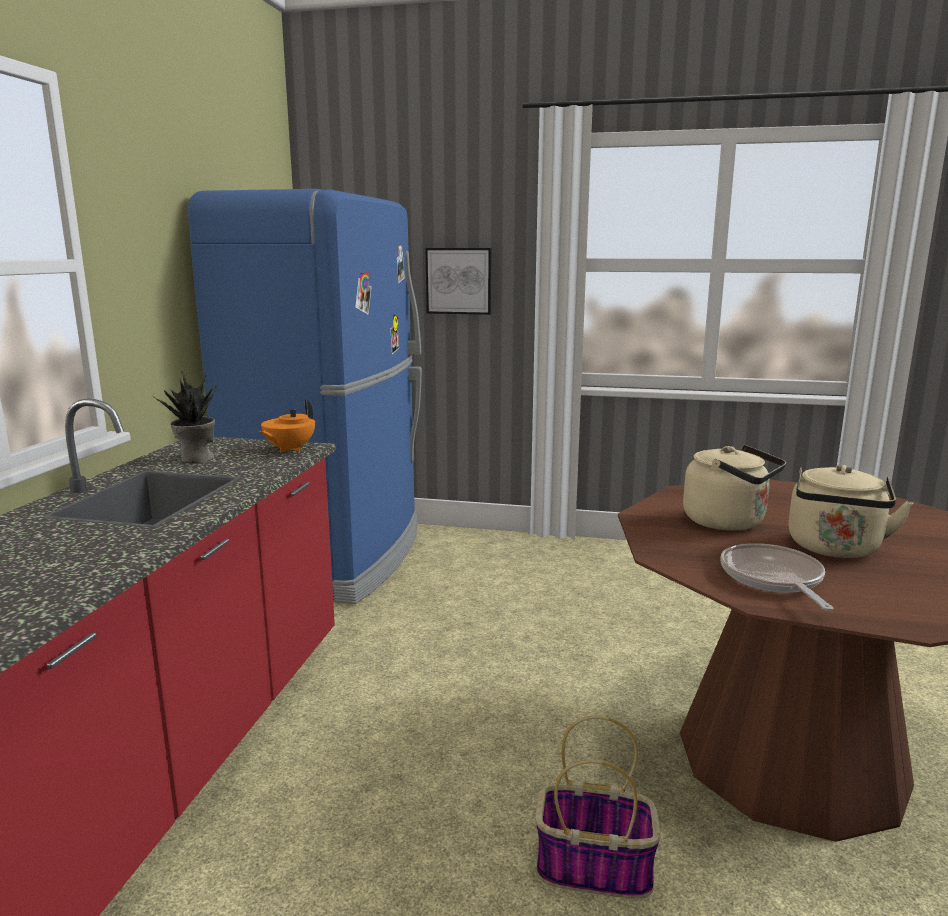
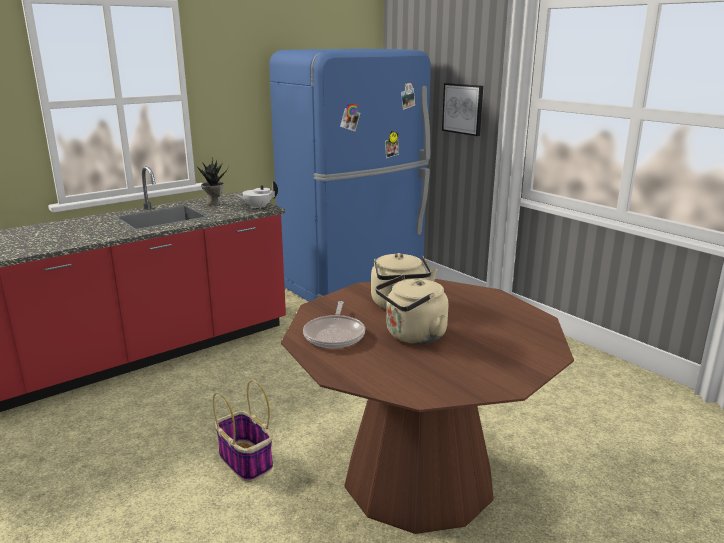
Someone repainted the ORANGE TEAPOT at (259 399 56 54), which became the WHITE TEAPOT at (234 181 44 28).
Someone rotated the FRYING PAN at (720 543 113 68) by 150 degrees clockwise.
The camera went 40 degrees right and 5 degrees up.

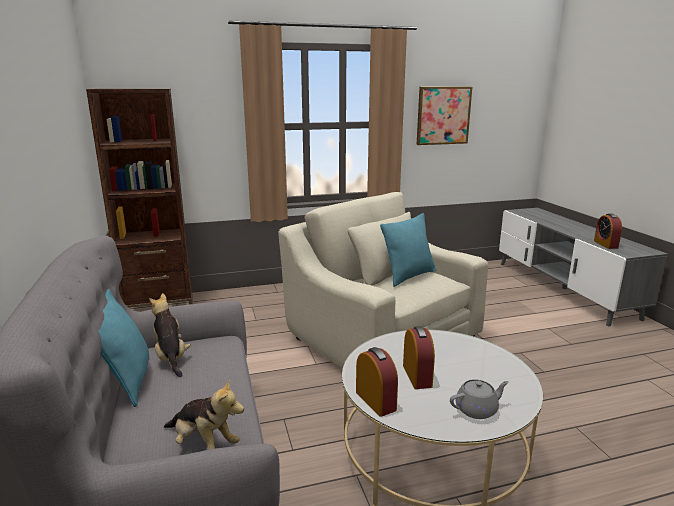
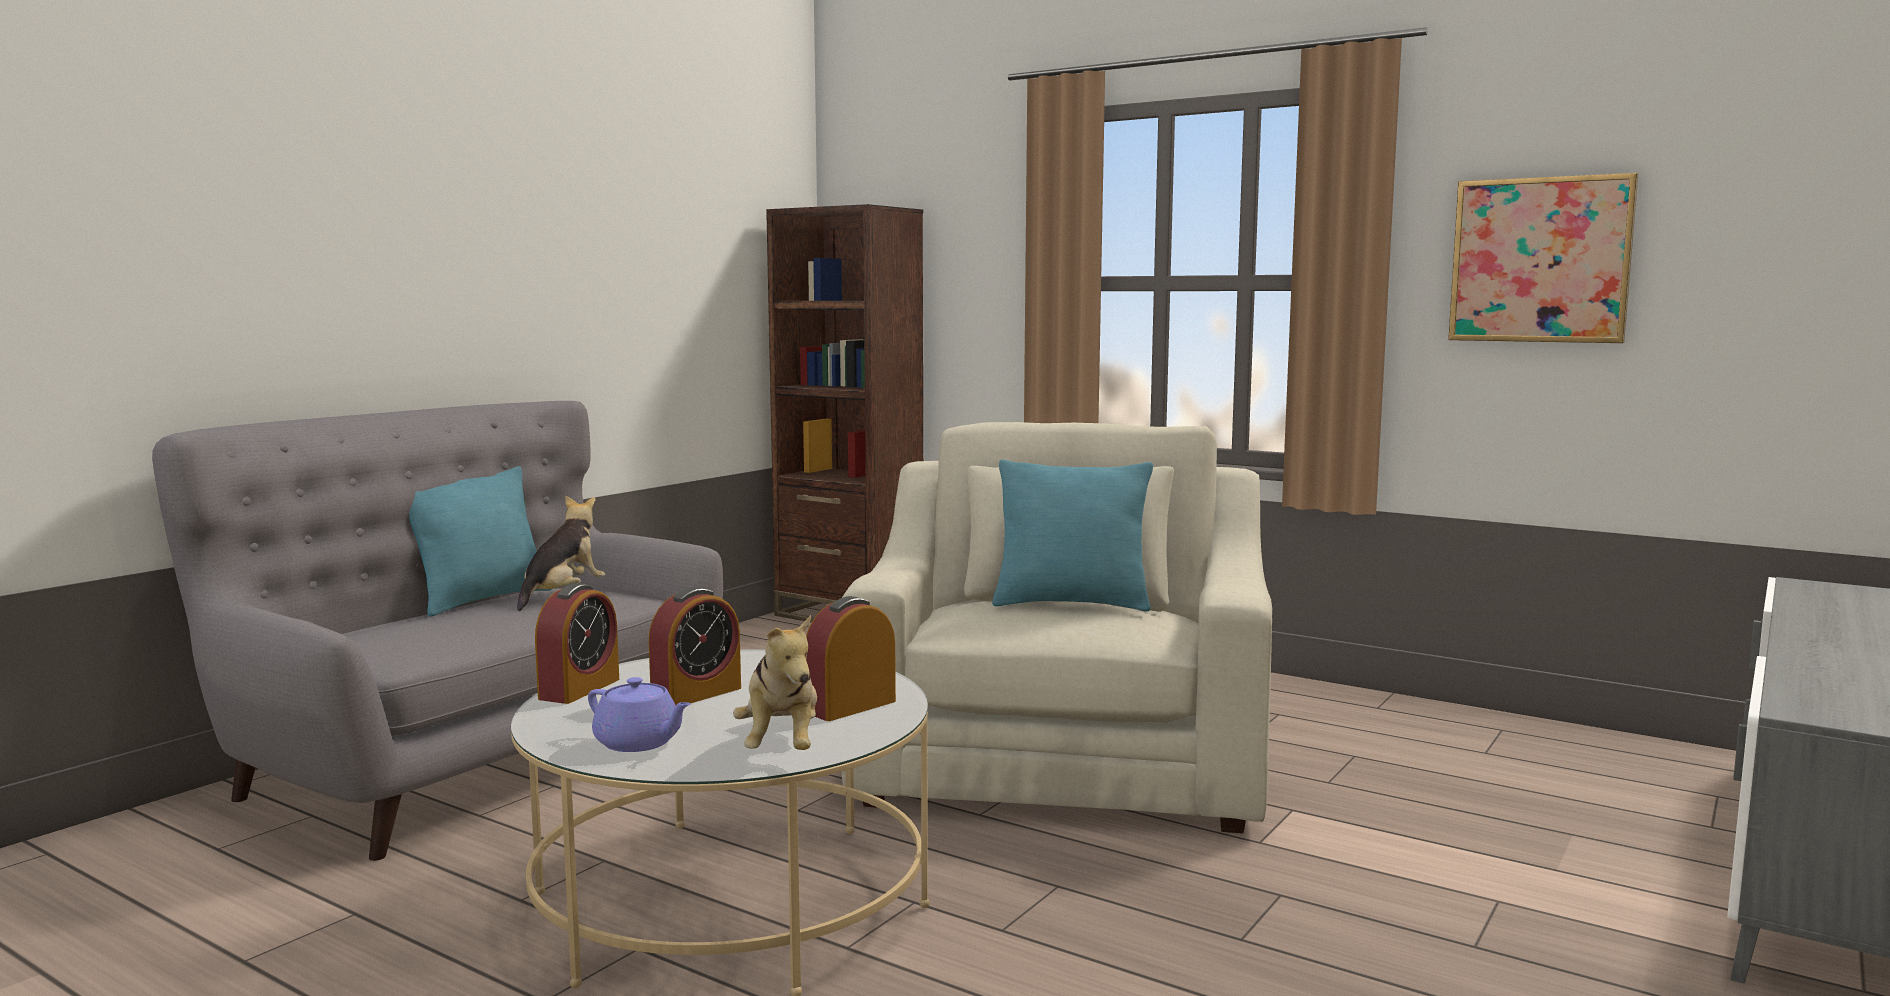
Someone carried the PLUSH TOY from (164 379 80 71) to (733 615 84 135).
Someone carried the ALARM CLOCK from (594 214 28 35) to (806 596 90 125).
Someone repainted the GREY TEAPOT at (450 379 59 40), which became the PURPLE TEAPOT at (588 677 103 75).
The camera went 50 degrees right and 10 degrees down.

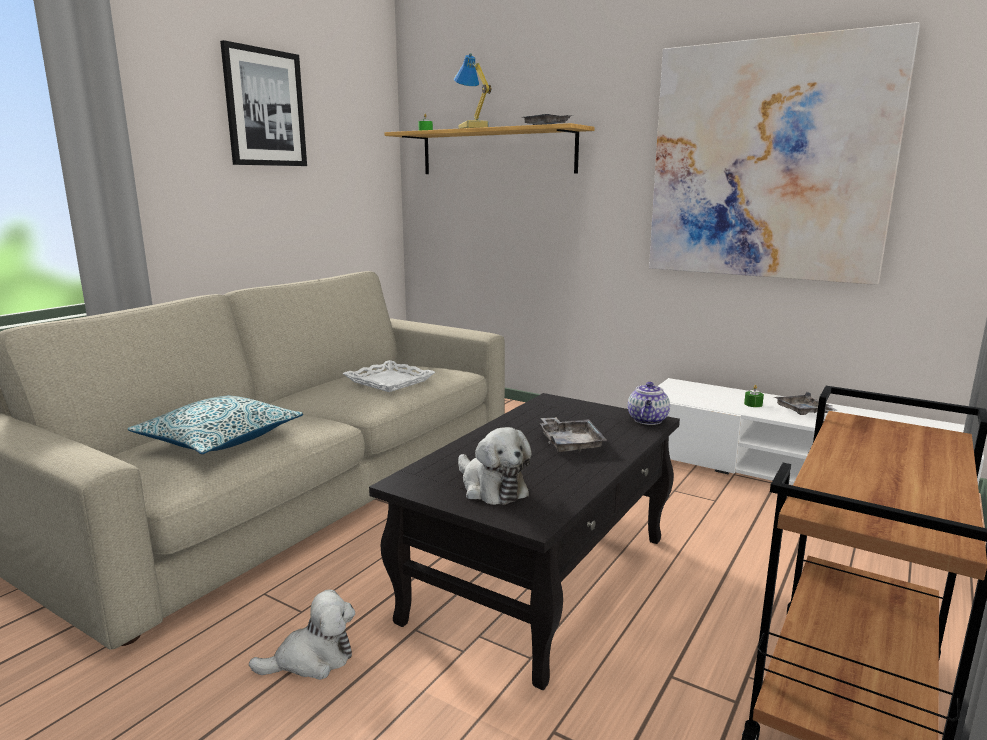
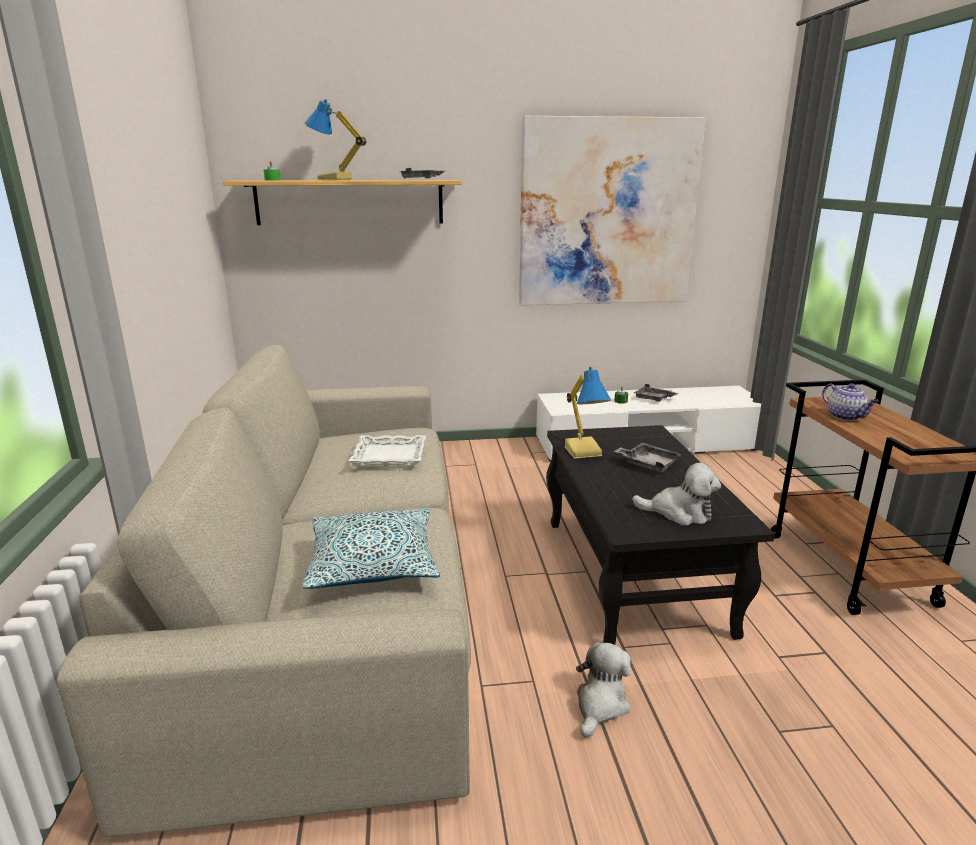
Someone took away the PICTURE at (220 40 87 126).
Someone put down the TABLE LAMP at (565 367 46 92).
Someone carried the TEAPOT from (628 382 42 43) to (822 383 56 38).
The camera went 40 degrees left and 5 degrees up.

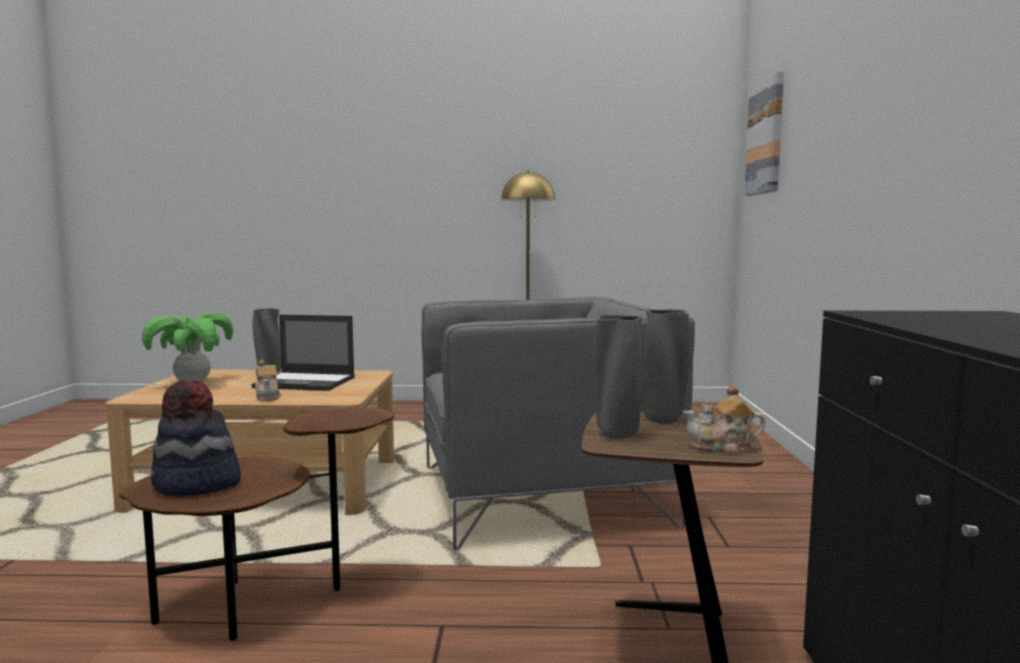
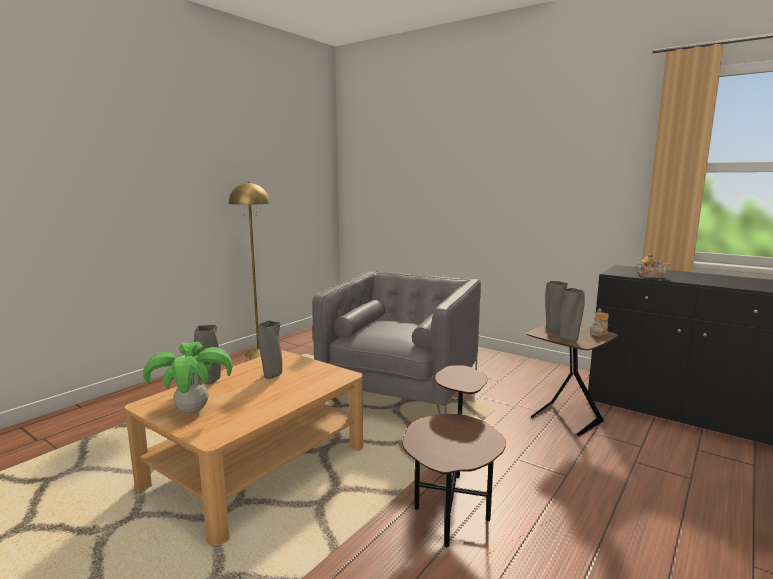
Someone took away the HAT at (151 380 90 116).
Someone took away the PICTURE at (744 71 40 125).
Someone carried the TEAPOT from (255 359 26 42) to (635 253 34 25).
Someone swapped the LAPTOP at (251 315 104 76) for the GREY VASE at (258 321 24 58).
The camera went 55 degrees left and 5 degrees up.

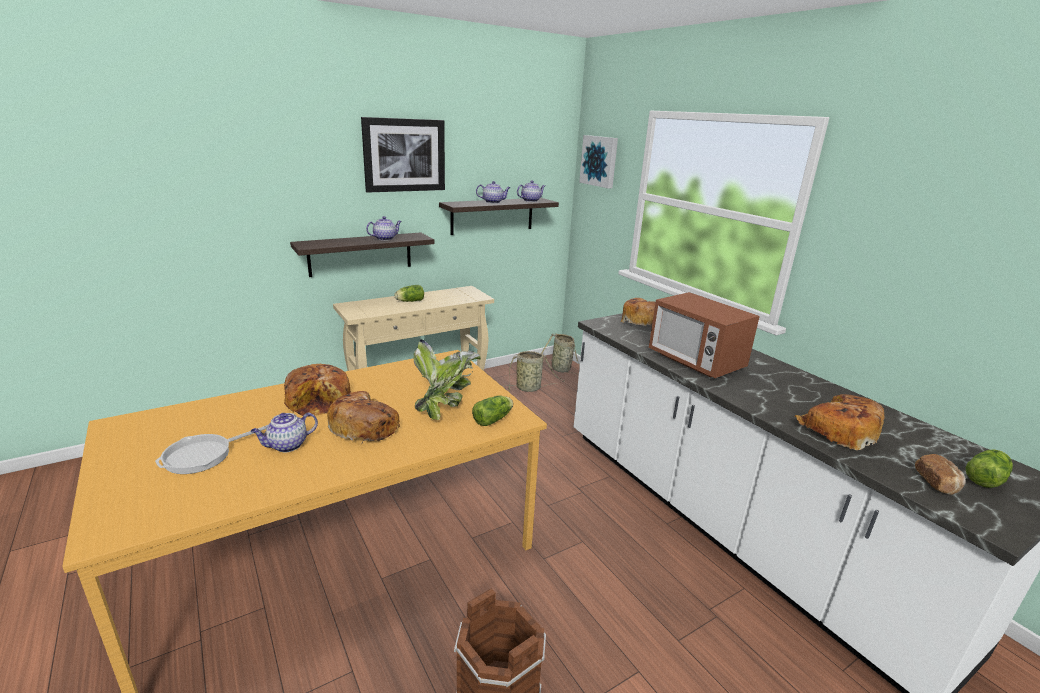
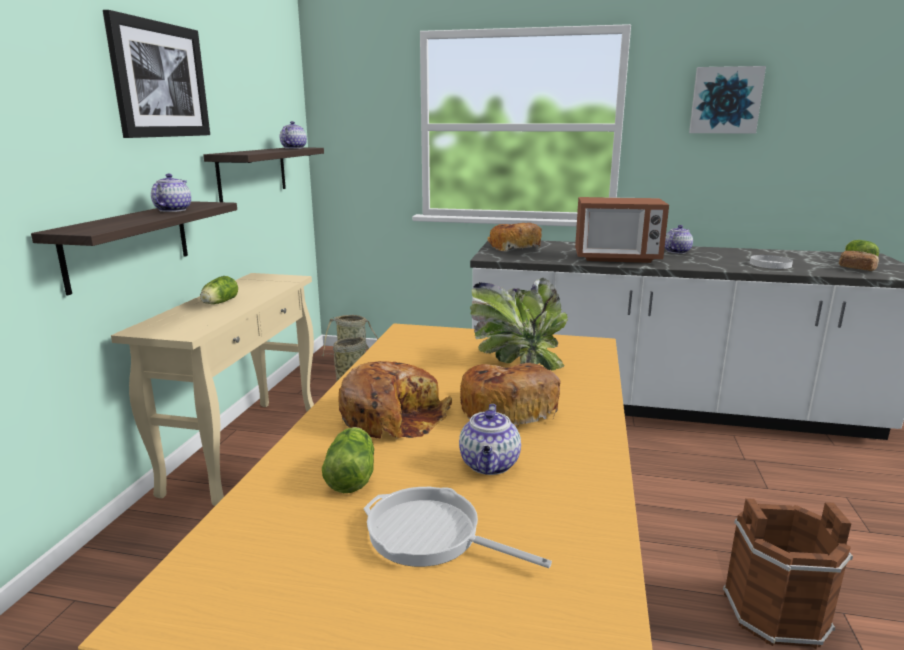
Someone carried the LETTUCE from (472 396 41 30) to (322 427 52 66).
Someone carried the TEAPOT from (476 181 35 22) to (665 225 28 29).
Someone carried the PICTURE from (579 135 39 53) to (689 66 77 67).
Someone swapped the BREAD at (795 394 90 56) for the WHITE PLATE at (750 255 43 14).
Someone rotated the FRYING PAN at (155 425 113 49) by 120 degrees clockwise.
The camera went 45 degrees left and 5 degrees down.

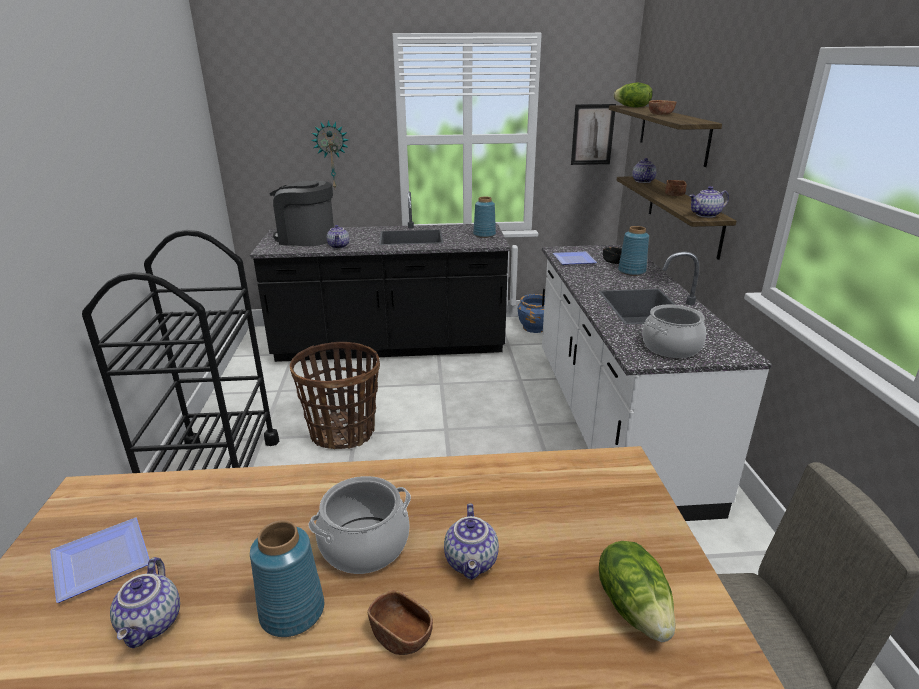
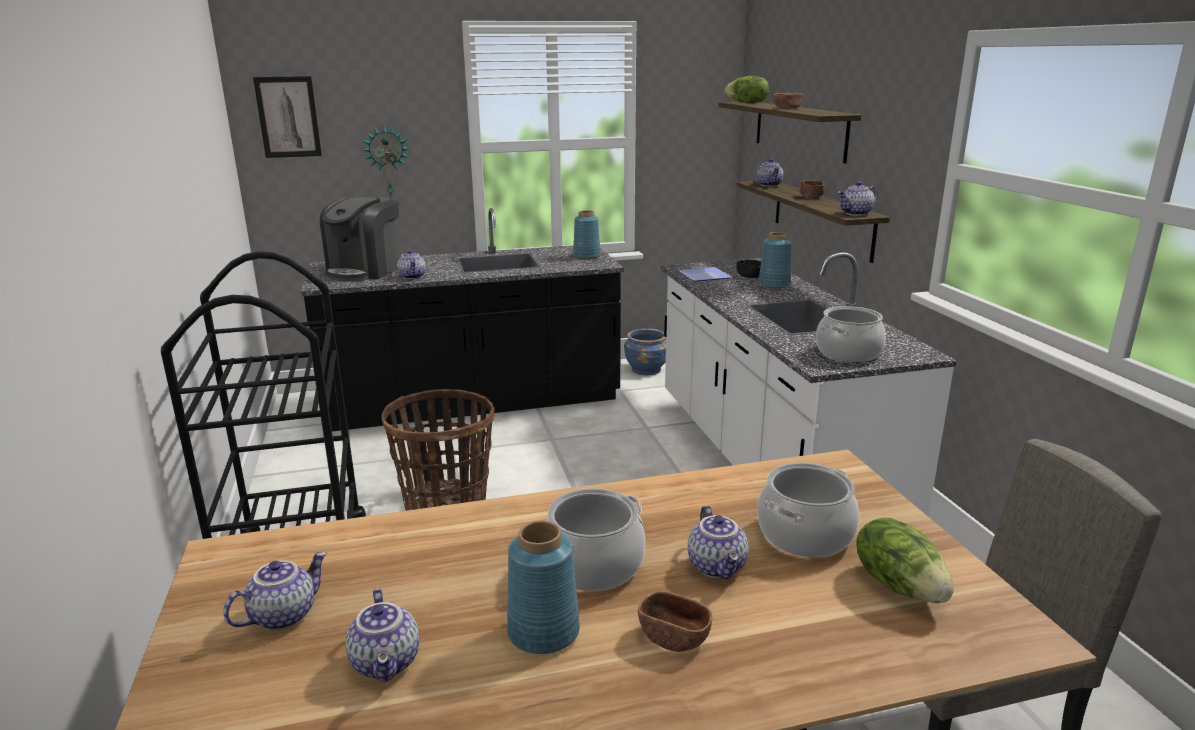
Someone put down the COOKING POT at (757 463 102 95).
Someone carried the PICTURE from (571 104 45 61) to (253 76 69 82).
Someone swapped the PLATE at (50 517 100 86) for the TEAPOT at (223 552 104 78).
Someone rotated the COFFEE MACHINE at (270 180 64 66) by 75 degrees counterclockwise.
The camera went 10 degrees left and 5 degrees down.

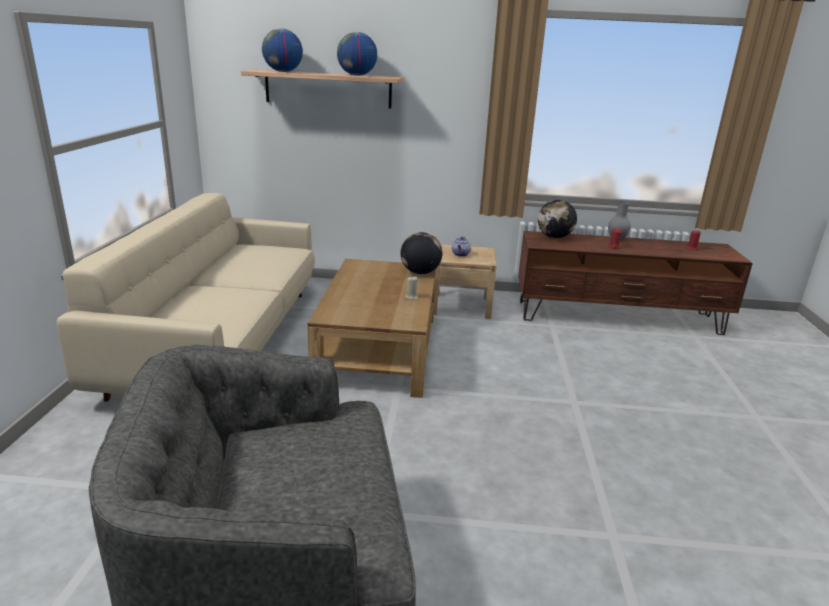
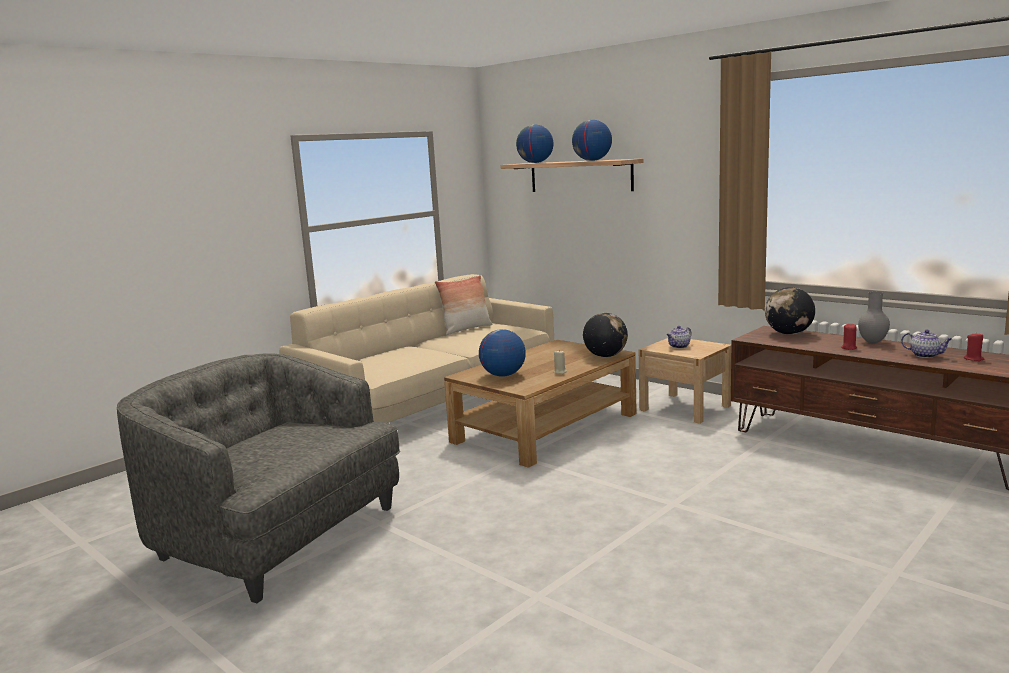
Someone put down the PILLOW at (435 275 58 60).
Someone put down the GLOBE at (479 329 47 48).
Someone put down the TEAPOT at (901 330 51 28).
The camera went 40 degrees right and 10 degrees down.

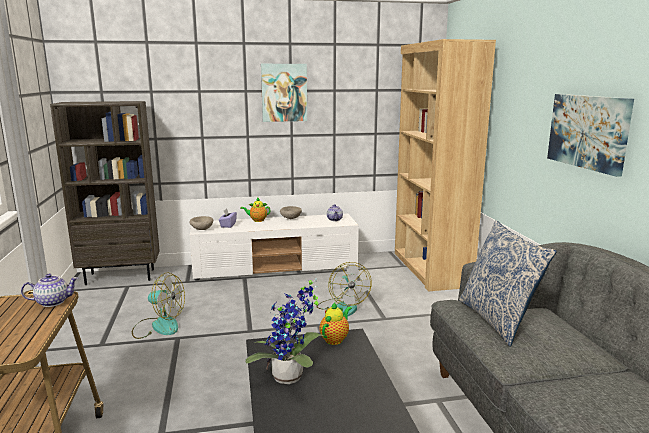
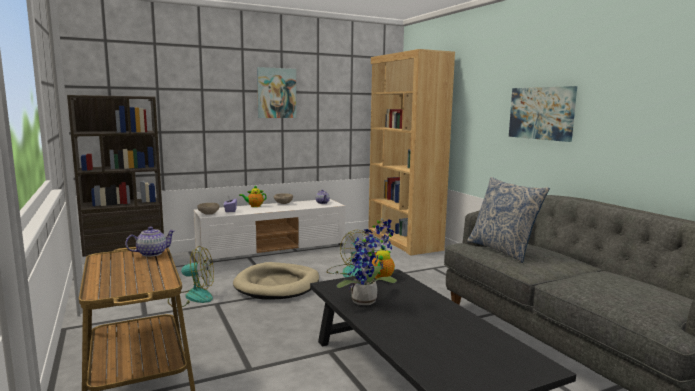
Someone put down the BEIGE DOG BED at (233 262 86 37).
The camera went 15 degrees left and 5 degrees down.

